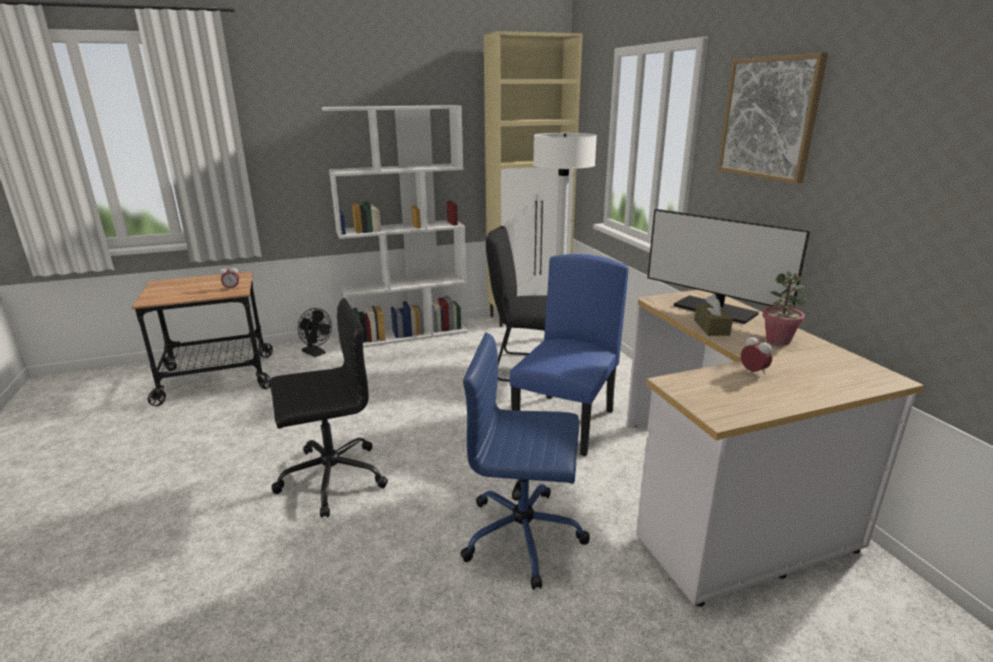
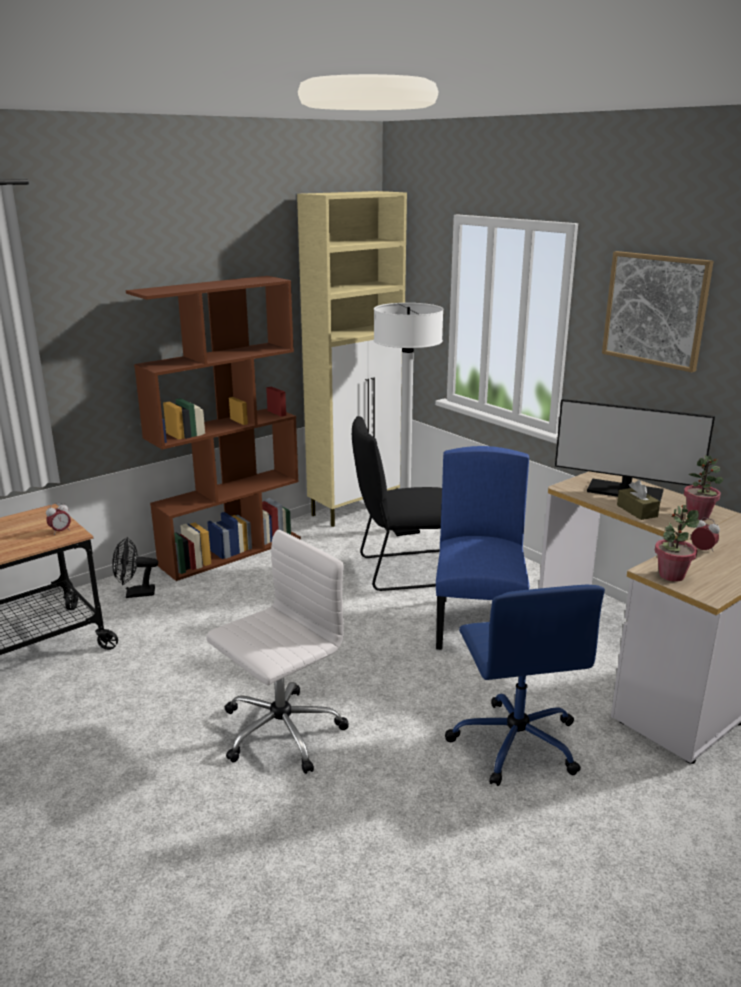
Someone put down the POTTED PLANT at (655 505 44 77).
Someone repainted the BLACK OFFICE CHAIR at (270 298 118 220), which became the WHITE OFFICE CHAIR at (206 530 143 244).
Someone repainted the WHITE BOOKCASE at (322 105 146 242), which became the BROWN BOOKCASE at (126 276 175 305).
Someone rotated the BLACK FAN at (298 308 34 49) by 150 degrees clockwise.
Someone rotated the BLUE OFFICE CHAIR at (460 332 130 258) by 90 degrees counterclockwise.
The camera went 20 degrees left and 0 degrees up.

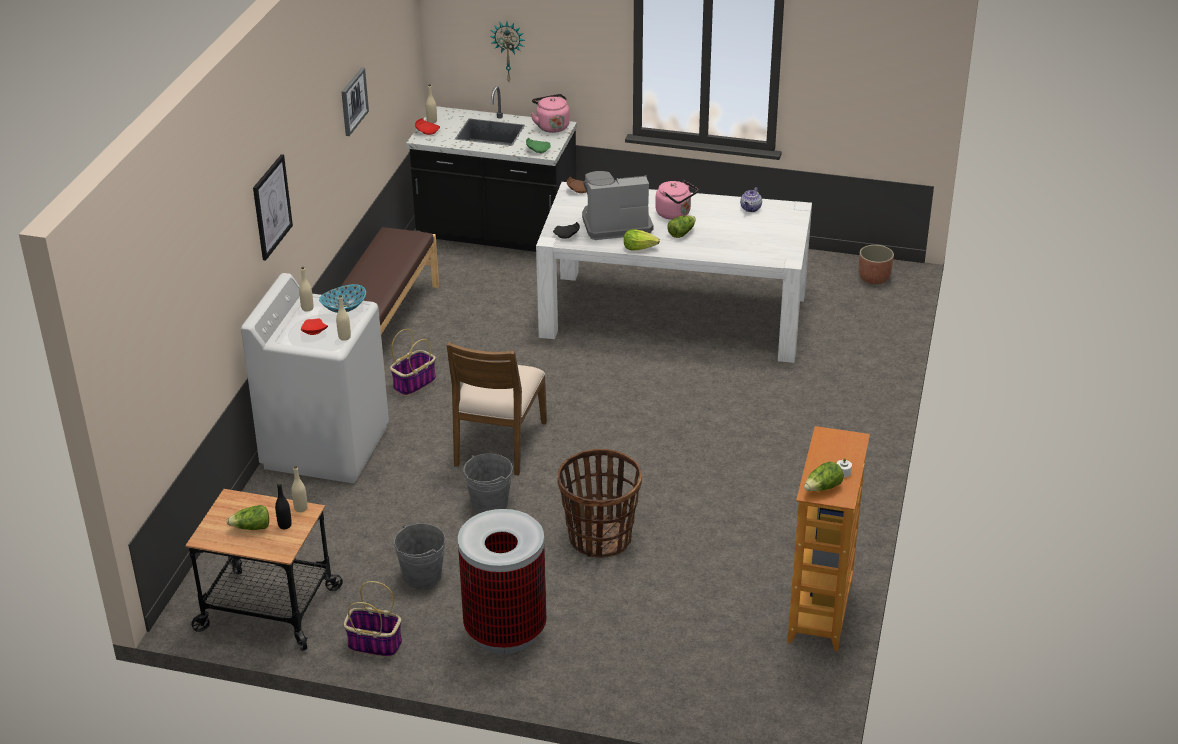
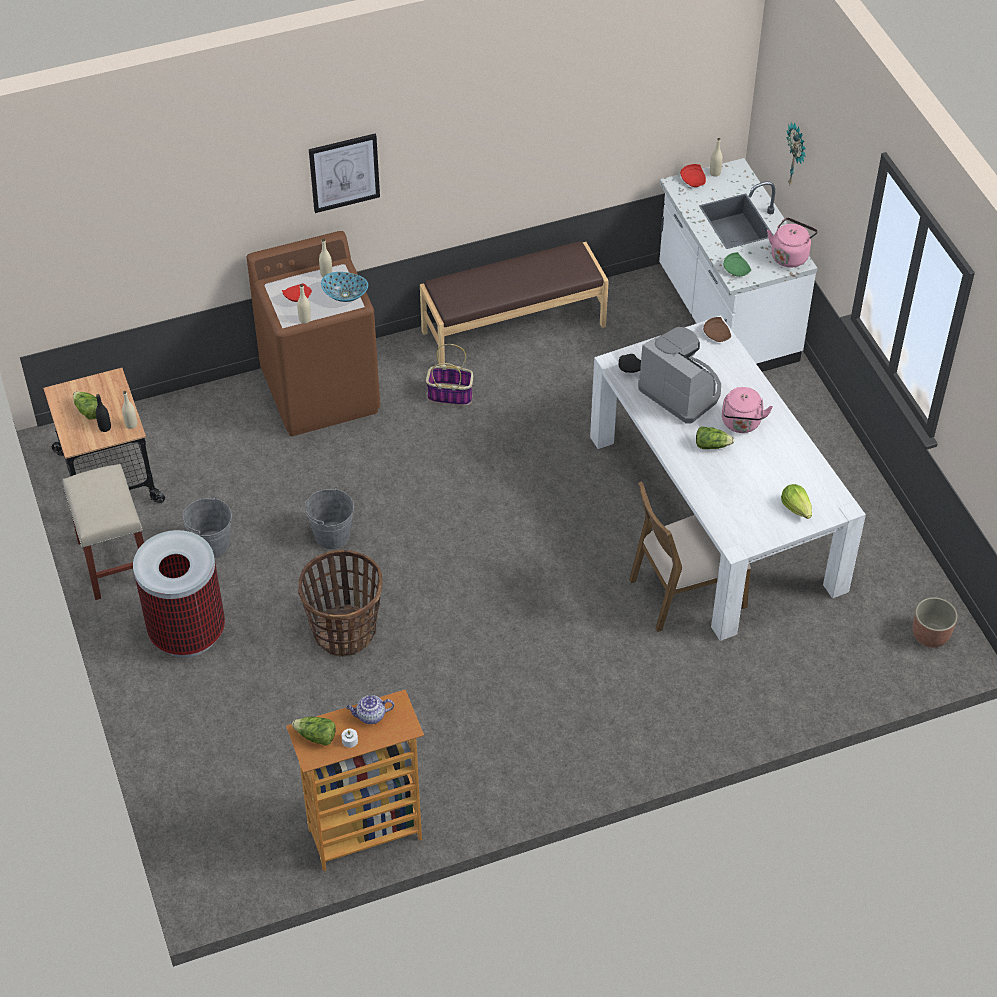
Someone took away the PICTURE at (341 67 28 69).
Someone carried the BROWN CHAIR from (447 342 100 134) to (629 481 122 151).
Someone carried the LETTUCE from (624 229 36 21) to (781 484 31 35).
Someone carried the TEAPOT from (740 187 22 25) to (346 695 48 29).
Someone swapped the BASKET at (344 581 58 76) for the BEIGE STOOL at (63 464 81 136).
Someone repainted the WHITE WASHING MACHINE at (241 273 148 210), which became the BROWN WASHING MACHINE at (247 231 133 205).
Someone repainted the BLACK COUNTER at (406 86 171 166), which became the WHITE COUNTER at (659 158 159 214).
The camera went 55 degrees right and 15 degrees up.

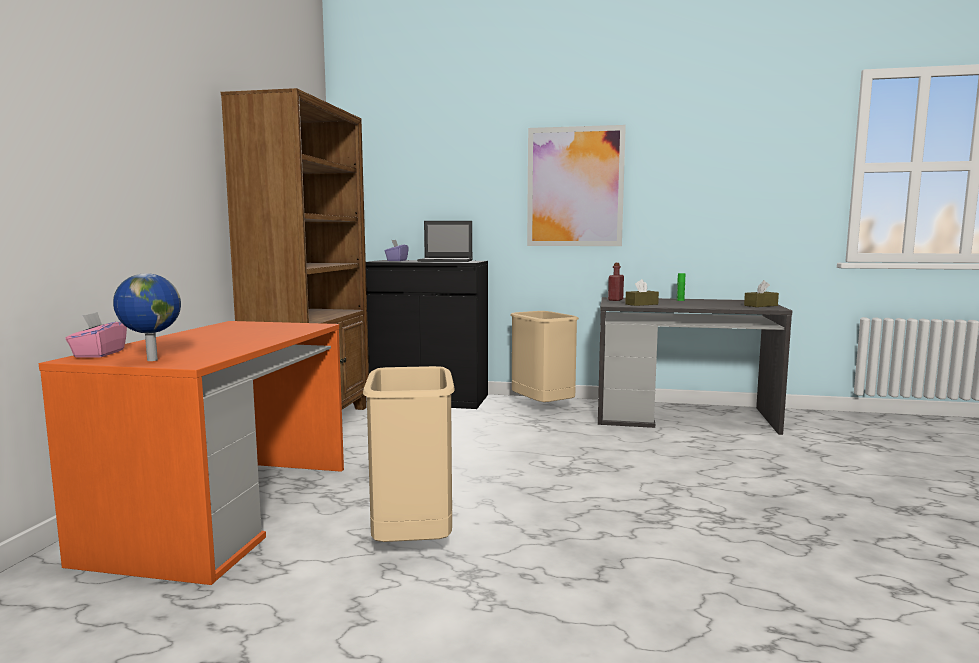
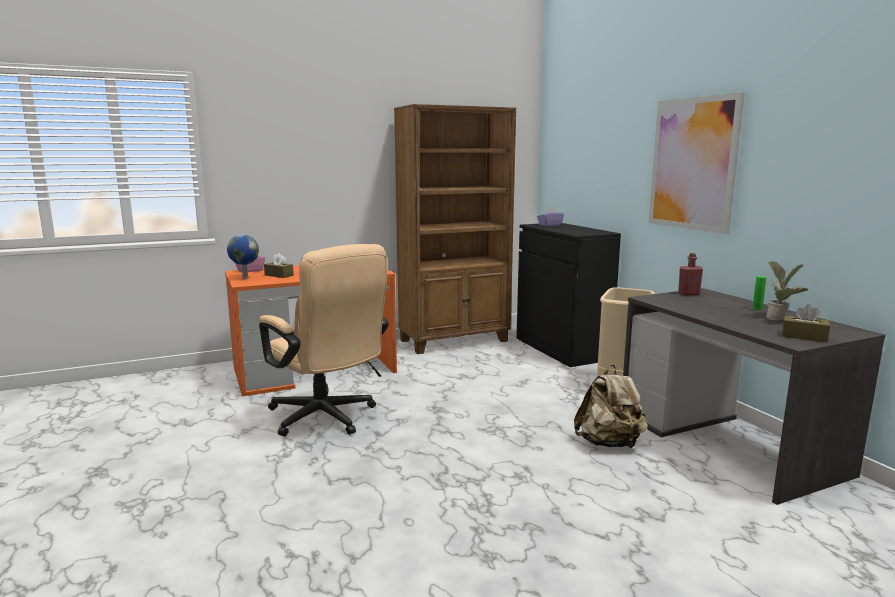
Someone took away the LAPTOP at (417 221 55 41).
Someone put down the BEIGE BACKPACK at (574 364 74 84).
Someone put down the POTTED PLANT at (766 261 42 60).
Someone carried the BROWN TISSUE BOX from (625 279 34 27) to (264 253 30 25).
Someone swapped the BEIGE TRASH CAN at (363 366 92 176) for the BEIGE OFFICE CHAIR at (259 244 130 193).
The camera went 55 degrees right and 5 degrees up.

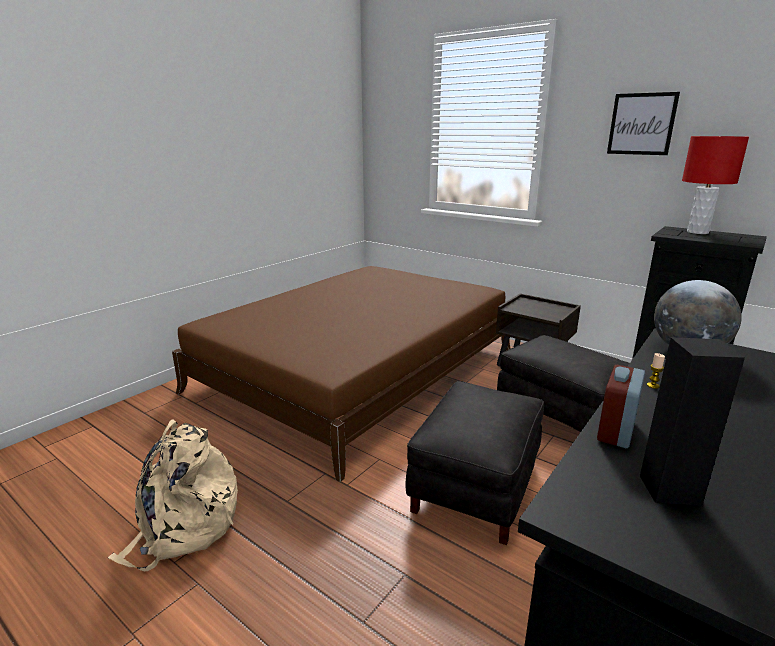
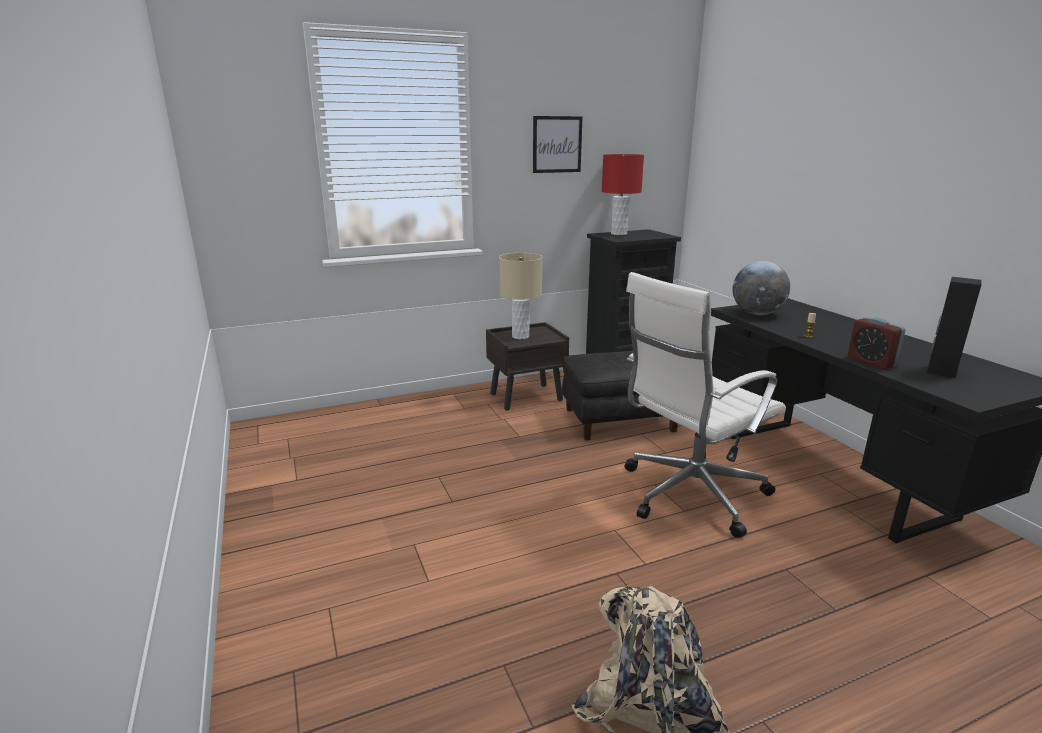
Someone took away the BROWN BED at (172 266 339 216).
Someone put down the BEIGE TABLE LAMP at (499 253 43 86).
Someone swapped the BLACK OTTOMAN at (406 381 138 164) for the WHITE OFFICE CHAIR at (625 272 161 266).
The camera went 60 degrees left and 0 degrees up.

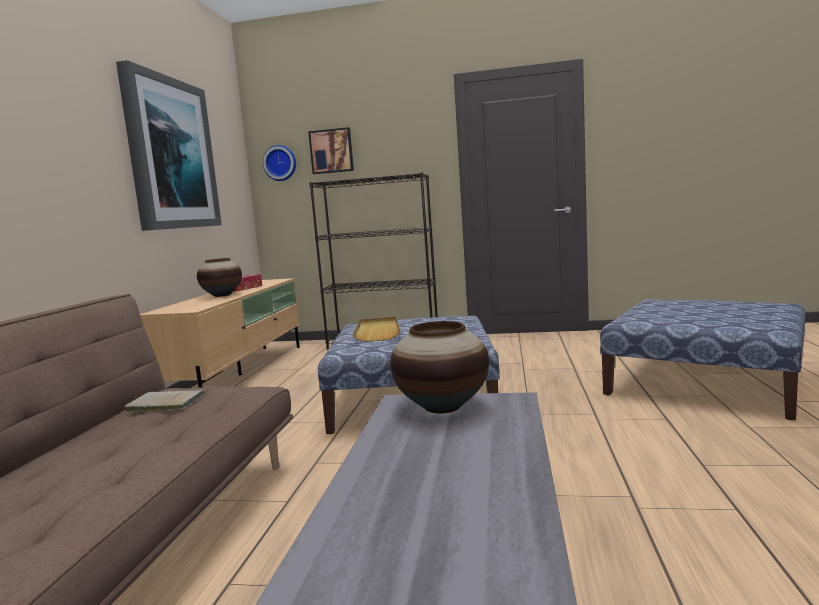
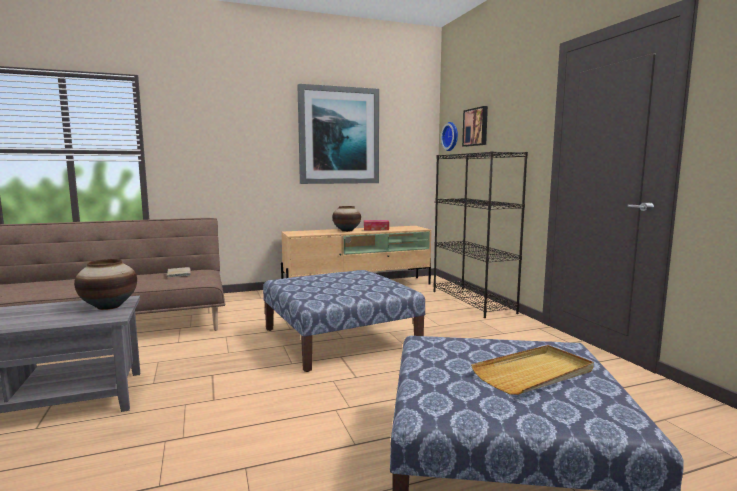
Someone carried the BEIGE TRAY from (353 317 47 24) to (471 345 123 50).
The camera went 60 degrees right and 0 degrees up.

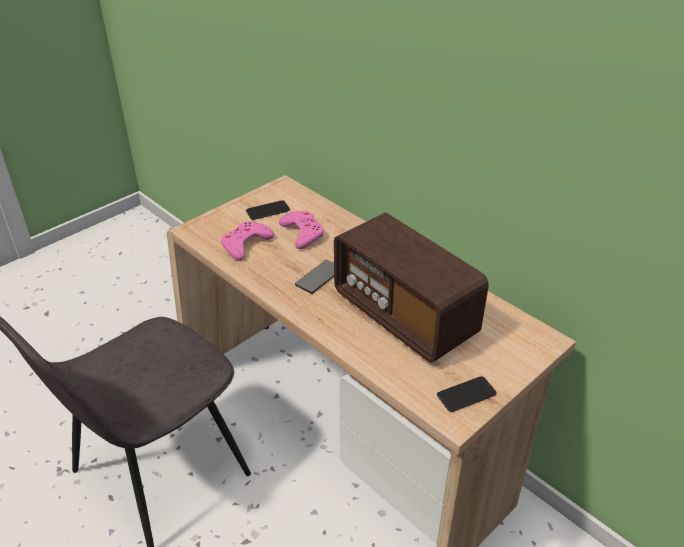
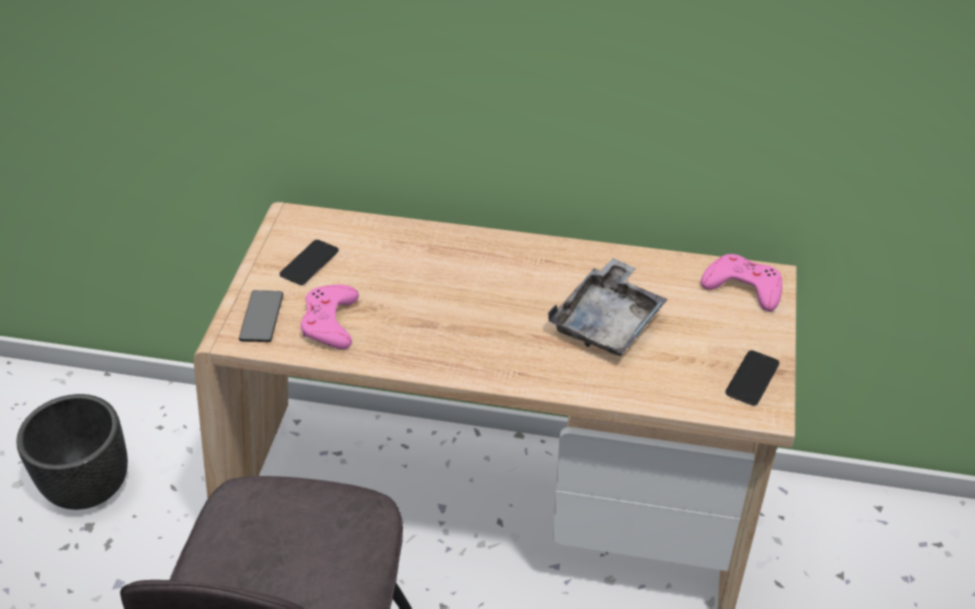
Someone put down the BLACK PLANTER at (16 394 112 116).
Someone carried the PINK GAME CONTROLLER from (279 211 45 38) to (701 254 81 57).
Someone carried the PHONE from (295 260 39 34) to (239 290 44 52).
Someone swapped the RADIO at (334 213 155 150) for the GREY TRAY at (548 258 120 98).
The camera went 35 degrees left and 5 degrees up.

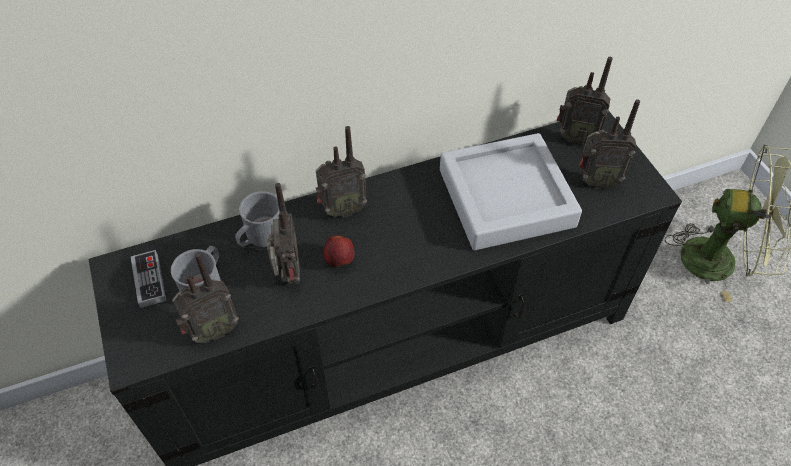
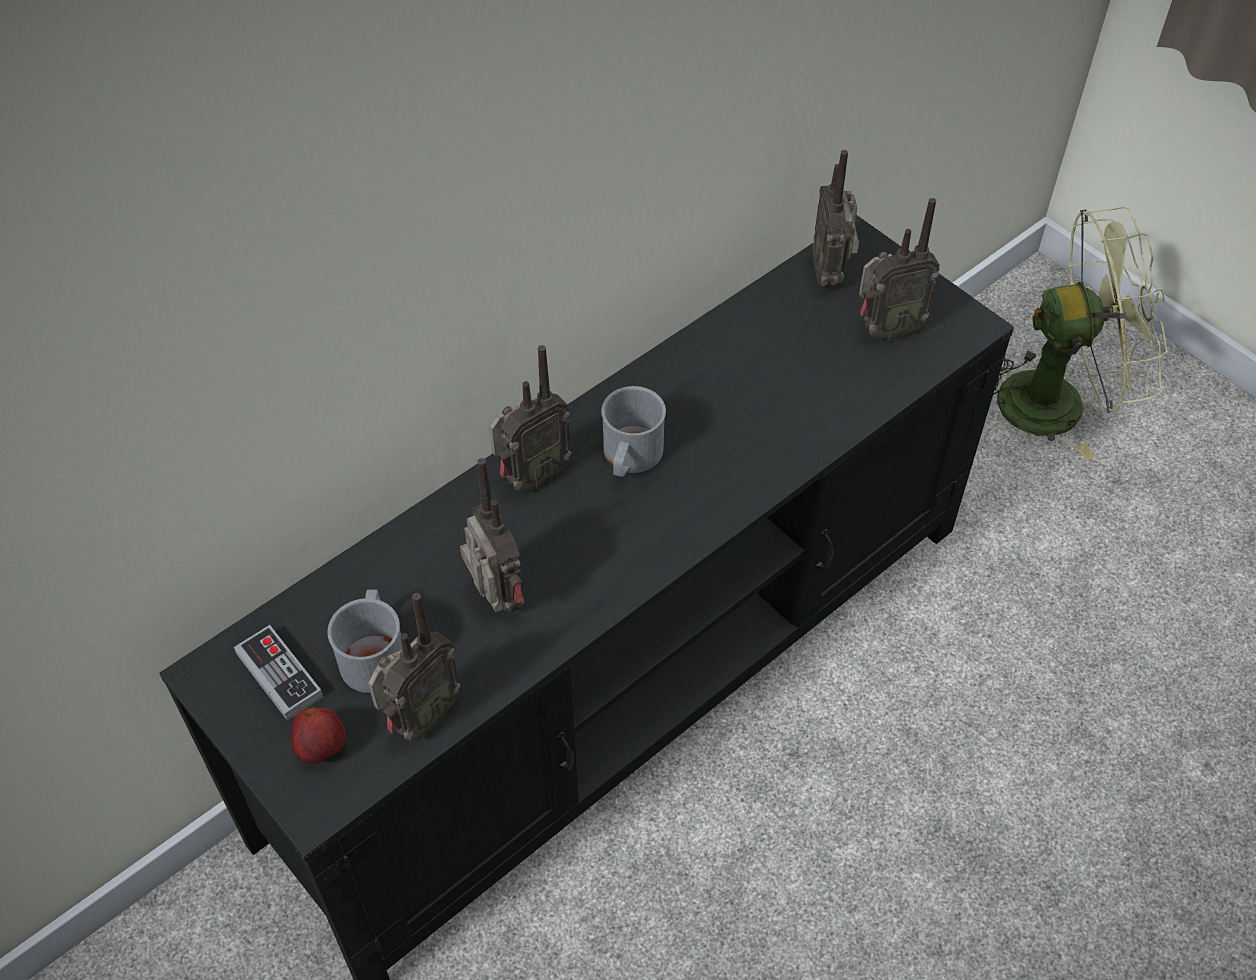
Someone took away the GREY TRAY at (440 133 142 117).
Someone carried the GREY MUG from (235 191 45 56) to (601 386 65 91).
Someone carried the APPLE from (323 235 31 32) to (290 707 55 57).
Someone rotated the RADIO at (557 57 56 89) by 90 degrees clockwise.
The camera went 20 degrees left and 0 degrees up.

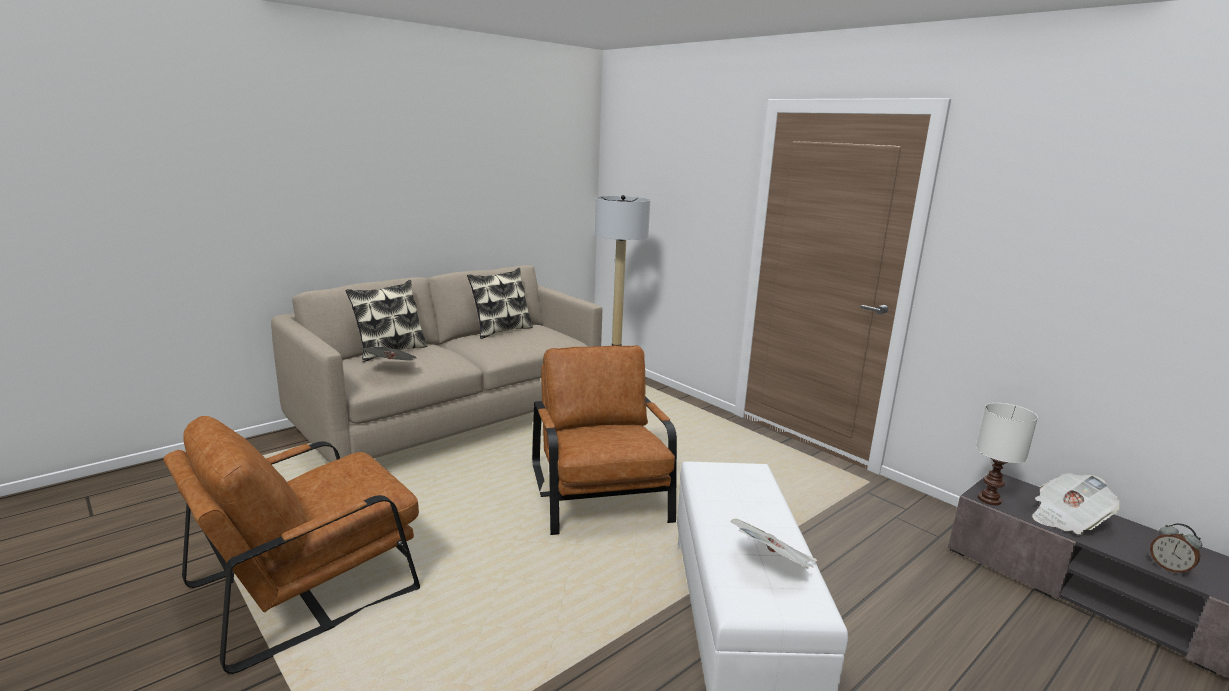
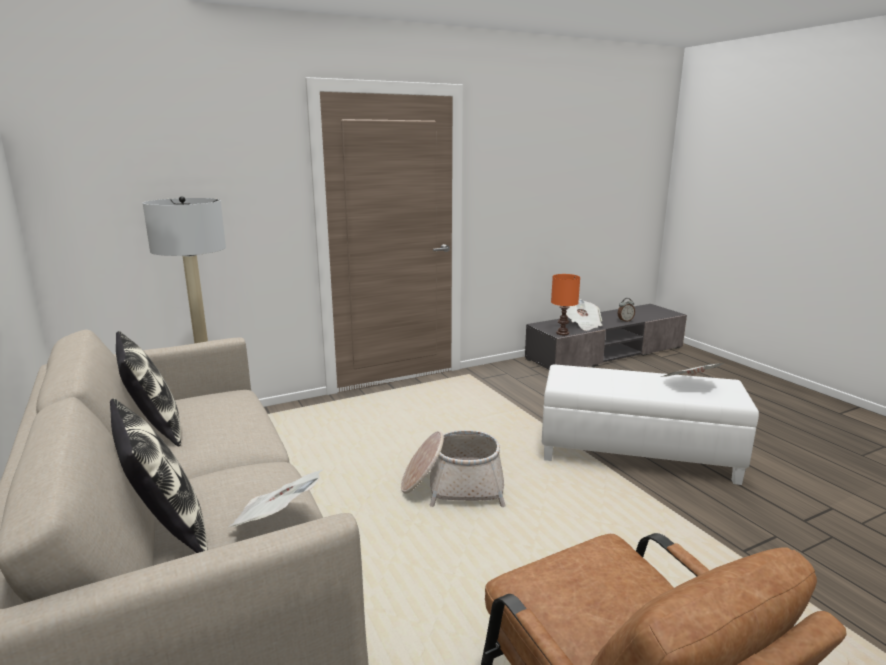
Someone swapped the BROWN ARMCHAIR at (532 345 145 190) for the BASKET at (401 430 105 77).
Someone repainted the WHITE TABLE LAMP at (976 403 62 102), which became the ORANGE TABLE LAMP at (551 274 29 61).
The camera went 75 degrees left and 0 degrees up.

